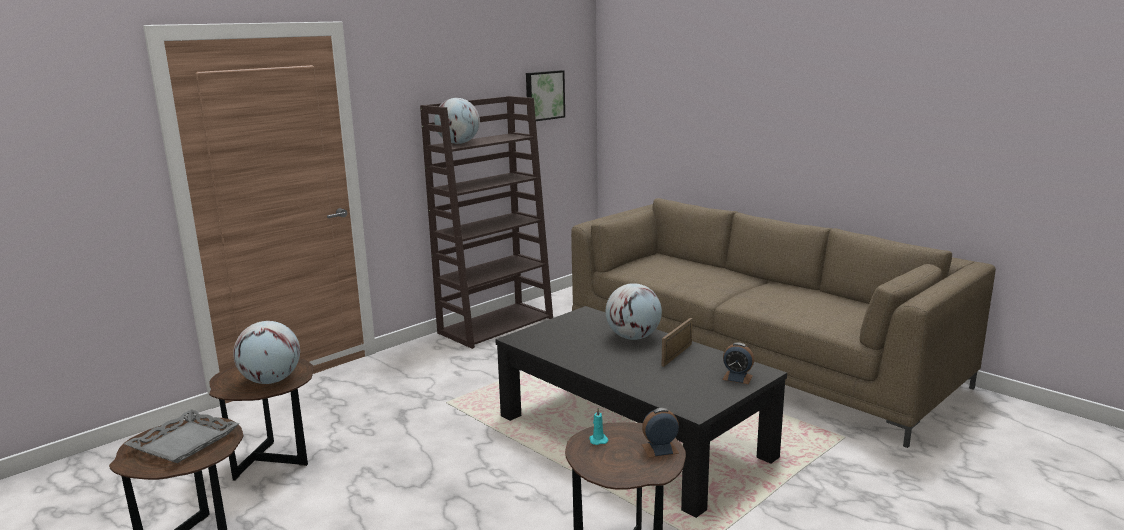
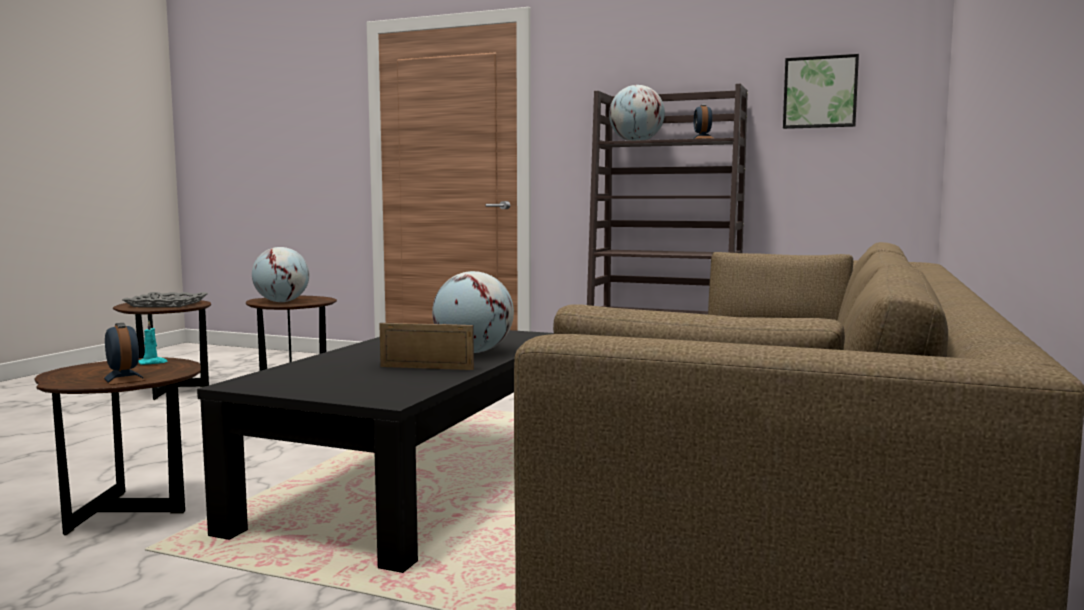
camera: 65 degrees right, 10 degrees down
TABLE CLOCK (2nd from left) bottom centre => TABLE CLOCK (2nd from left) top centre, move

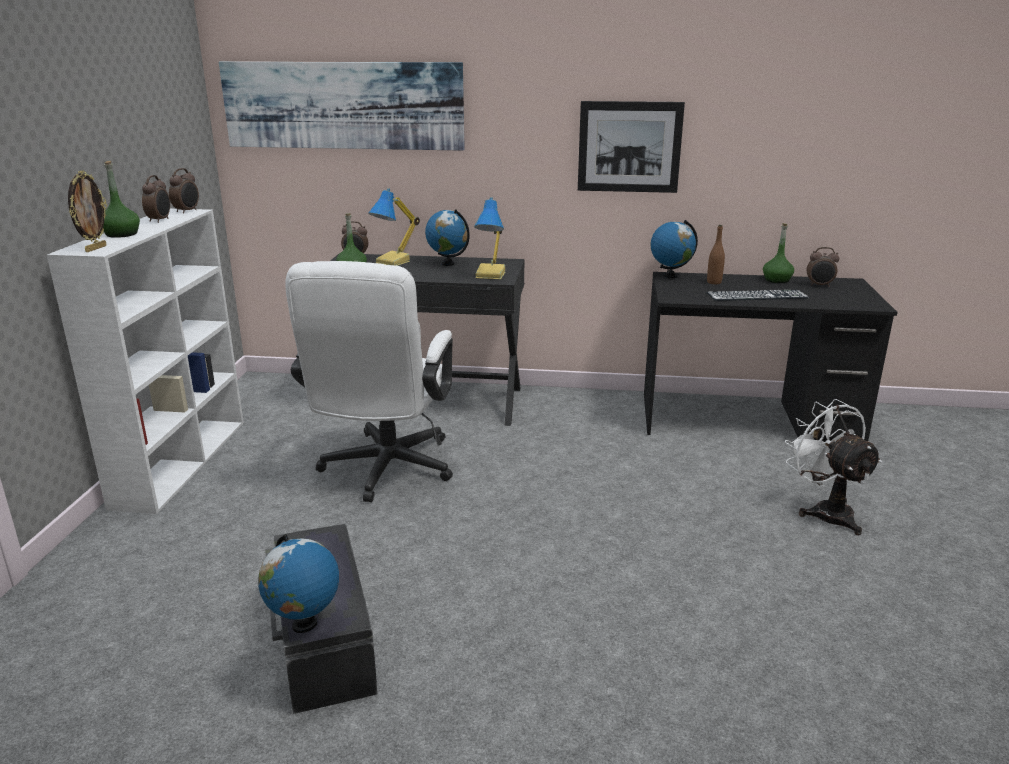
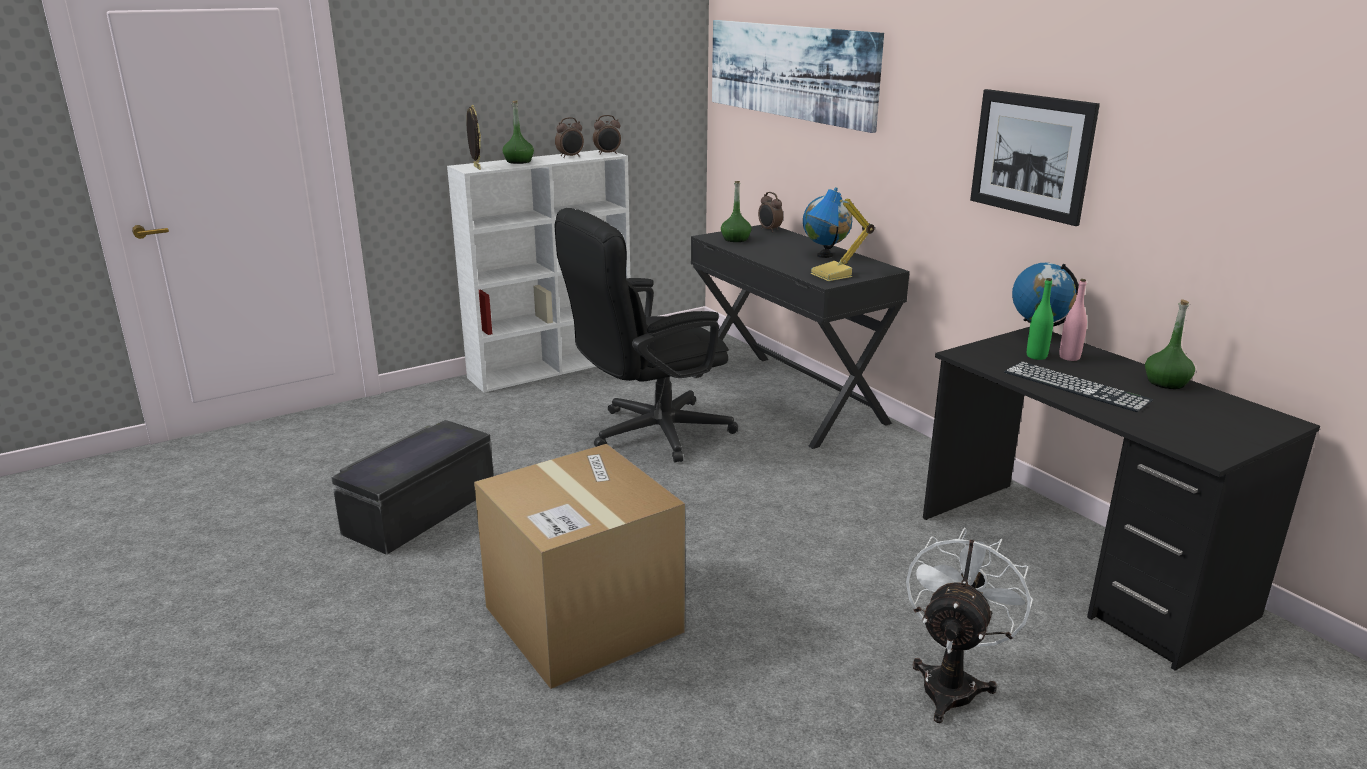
camera: 50 degrees right, 0 degrees up
PICTURE FRAME top left => PICTURE FRAME top centre, 90 degrees counterclockwise
GLOBE (1st from left) bottom left => nothing
WHITE DESK CHAIR centre => BLACKISH DESK CHAIR centre
TABLETOP LAMP (1st from left) top centre => nothing
BROWN BEVERAGE BOTTLE top right => PINK BEVERAGE BOTTLE middle right
TABLE CLOCK (4th from left) middle right => nothing
nothing => CARDBOARD BOX bottom centre
nothing => GREENISH BEVERAGE BOTTLE (3rd from left) middle right

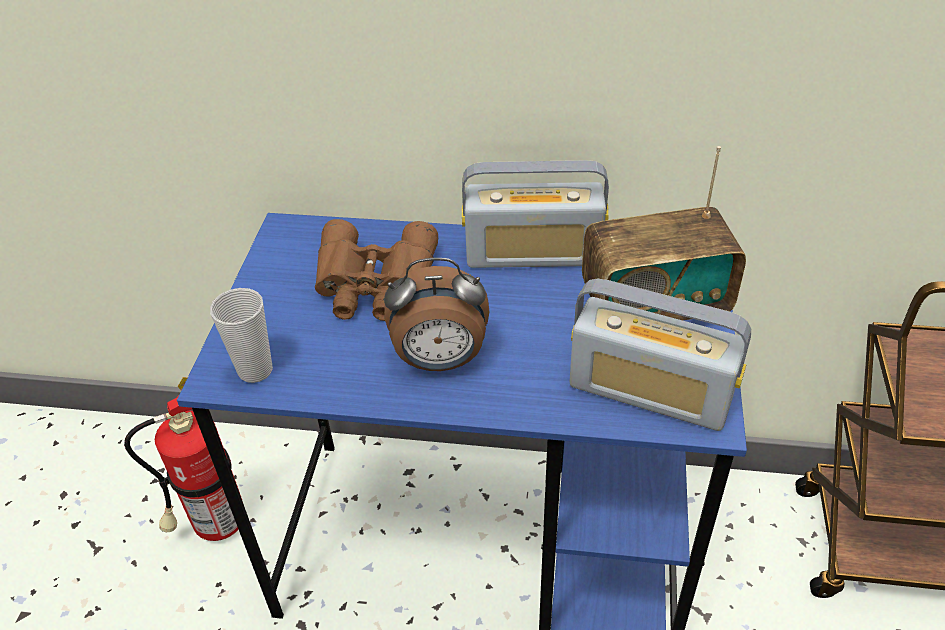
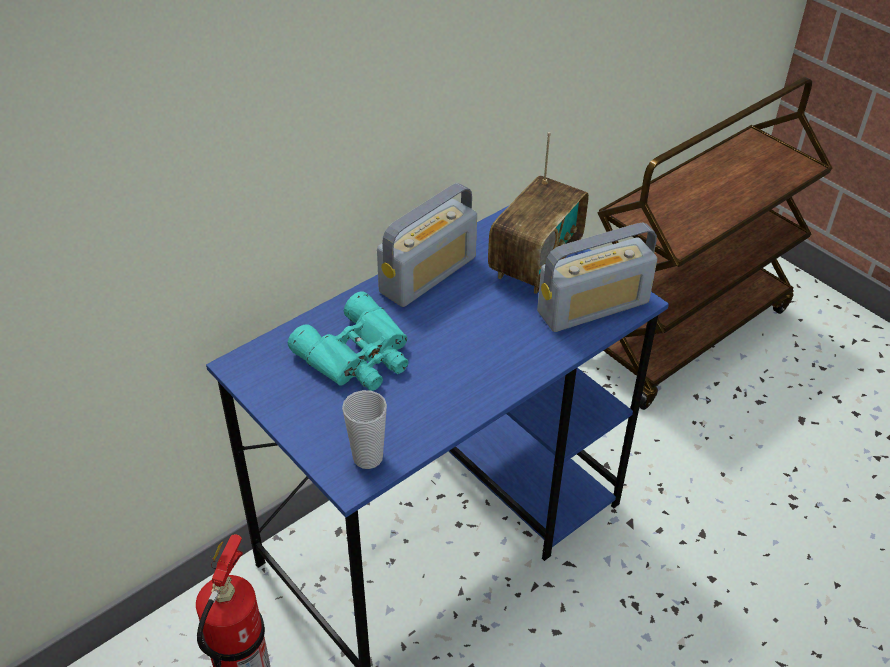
camera: 50 degrees left, 0 degrees up
BROWN BINOCULARS centre => TURQUOISE-COLOURED BINOCULARS centre
TABLE CLOCK centre => nothing

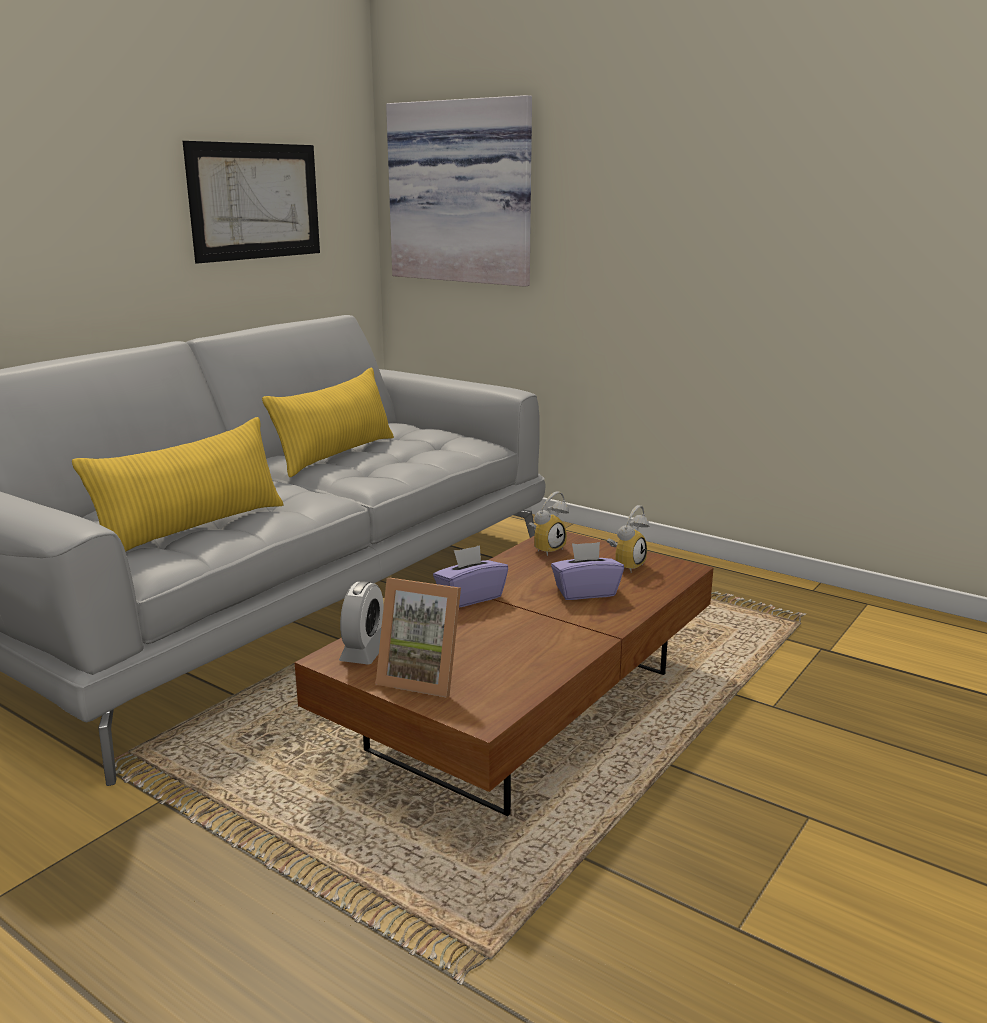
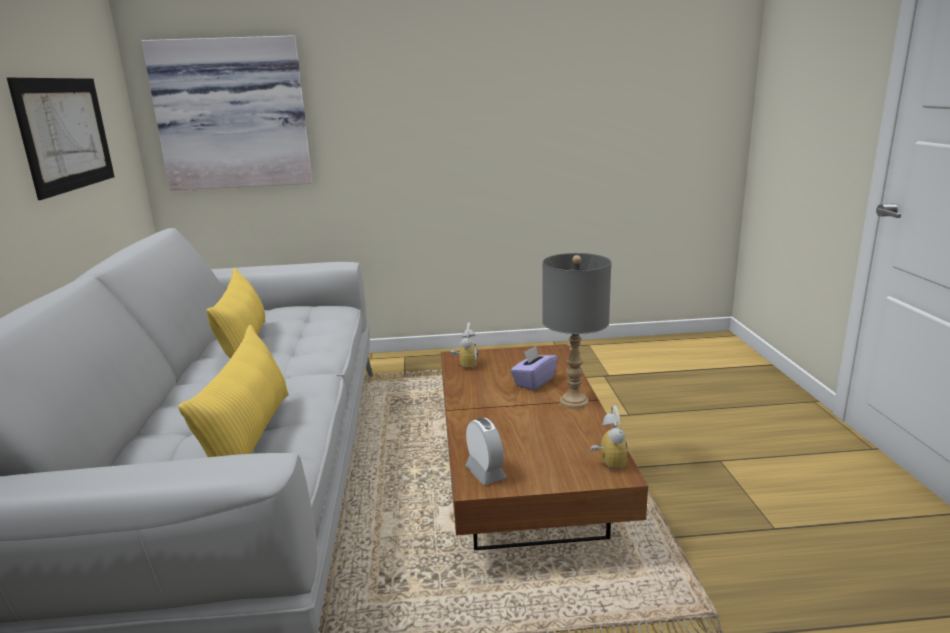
camera: 40 degrees left, 0 degrees up
PICTURE FRAME centre => nothing
PURPLE TISSUE HOLDER (1st from left) centre => nothing
TABLE CLOCK (3rd from left) centre => TABLE CLOCK (3rd from left) bottom centre, move
nothing => GREY TABLETOP LAMP centre

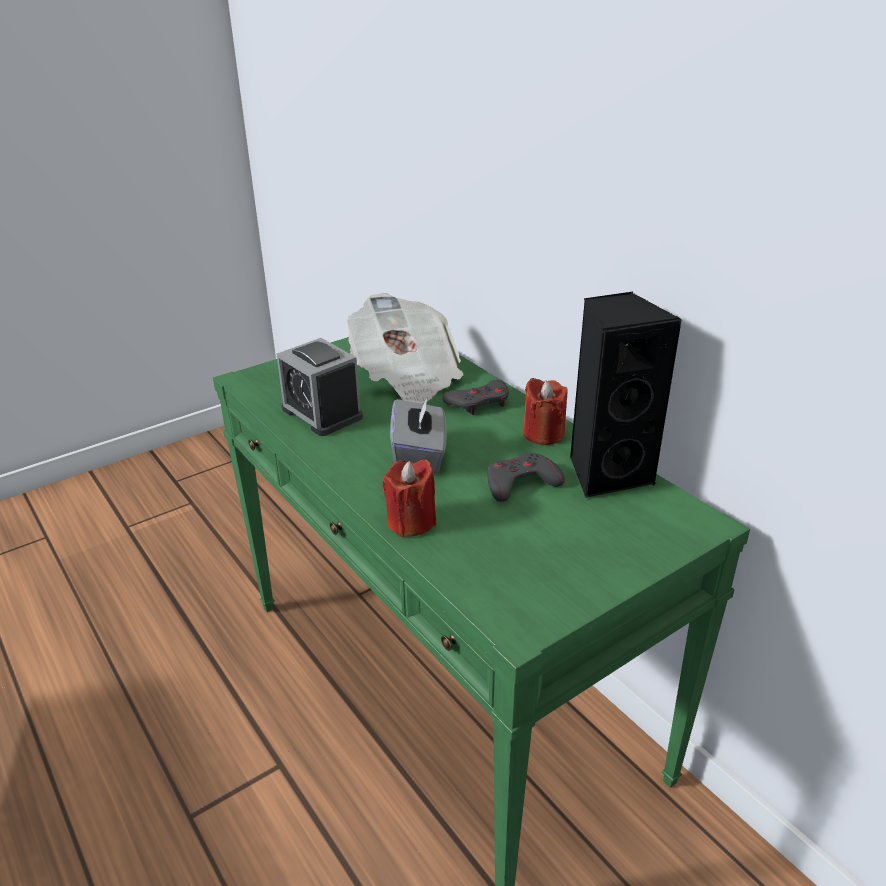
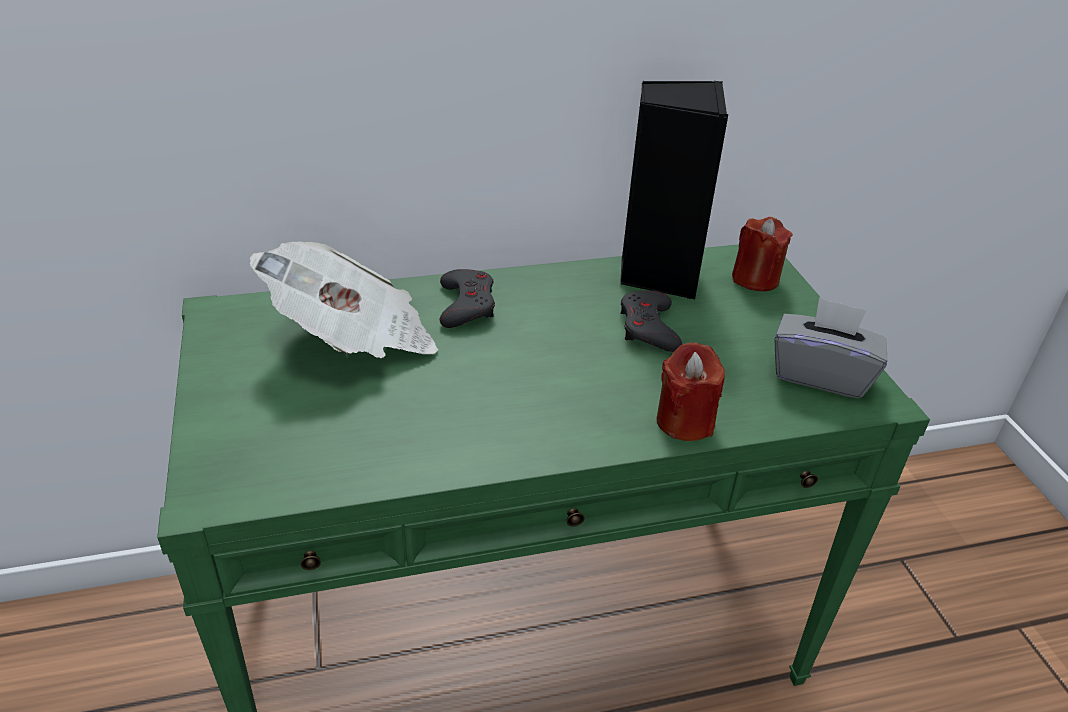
camera: 70 degrees left, 5 degrees up
TABLE CLOCK centre => nothing
GREY TISSUE HOLDER centre => GREY TISSUE HOLDER middle right, move
REDDISH WAX CANDLE (2nd from left) centre => REDDISH WAX CANDLE (2nd from left) middle right, move

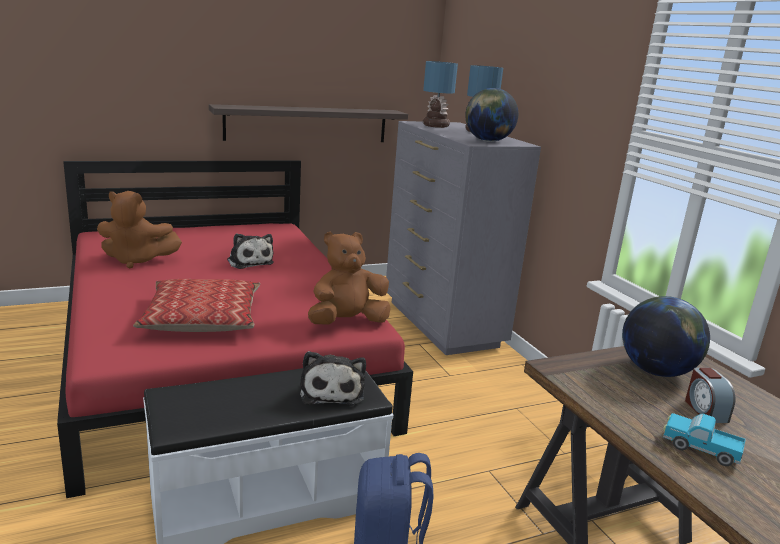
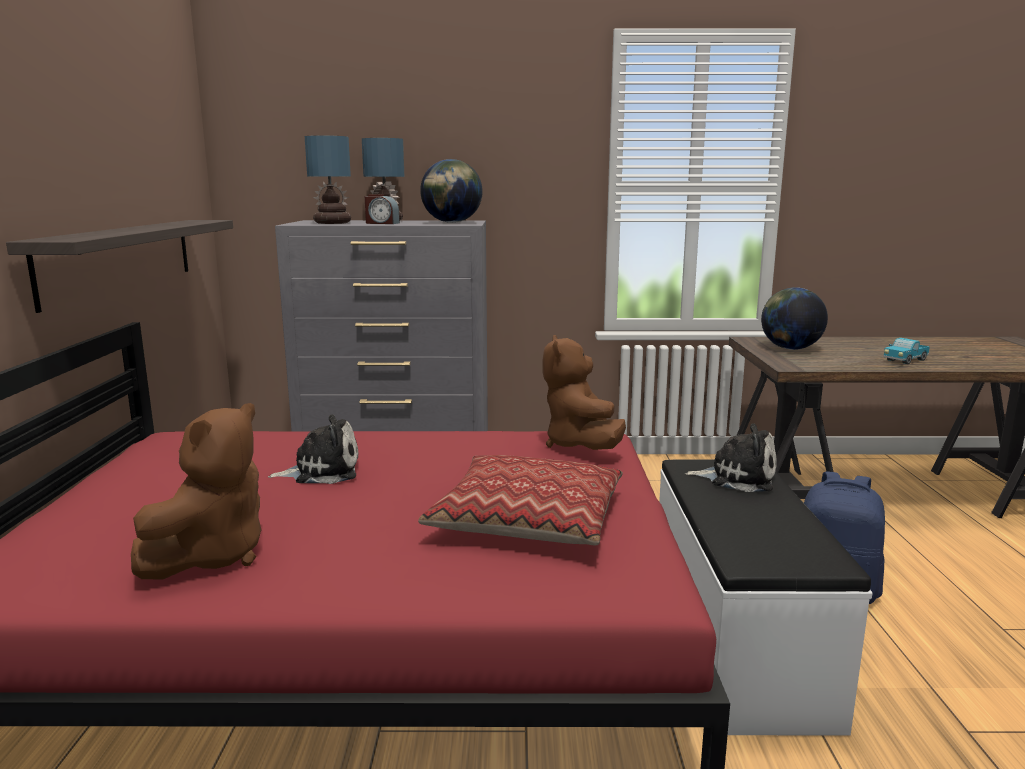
camera: 65 degrees left, 5 degrees down
TABLE CLOCK bottom right => TABLE CLOCK top centre, move

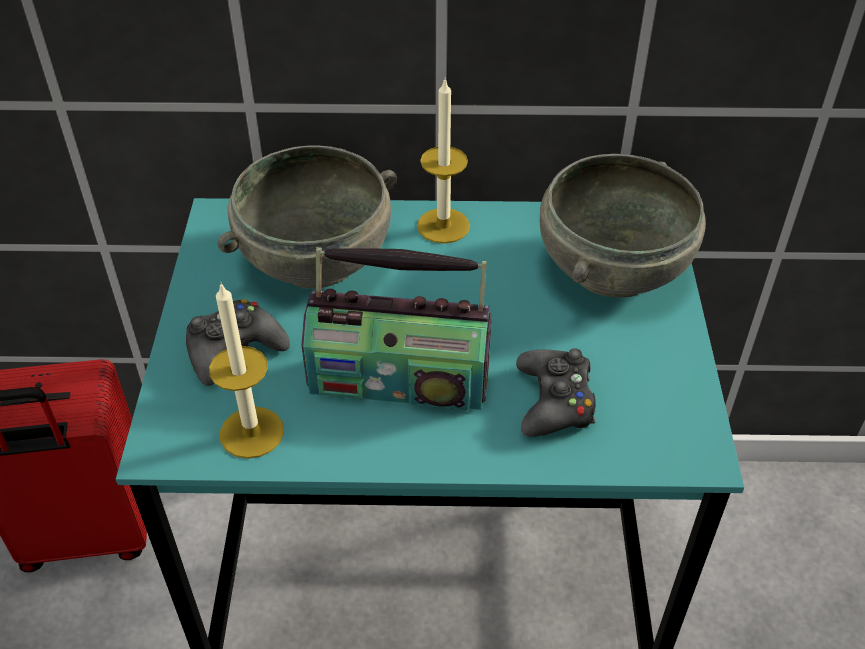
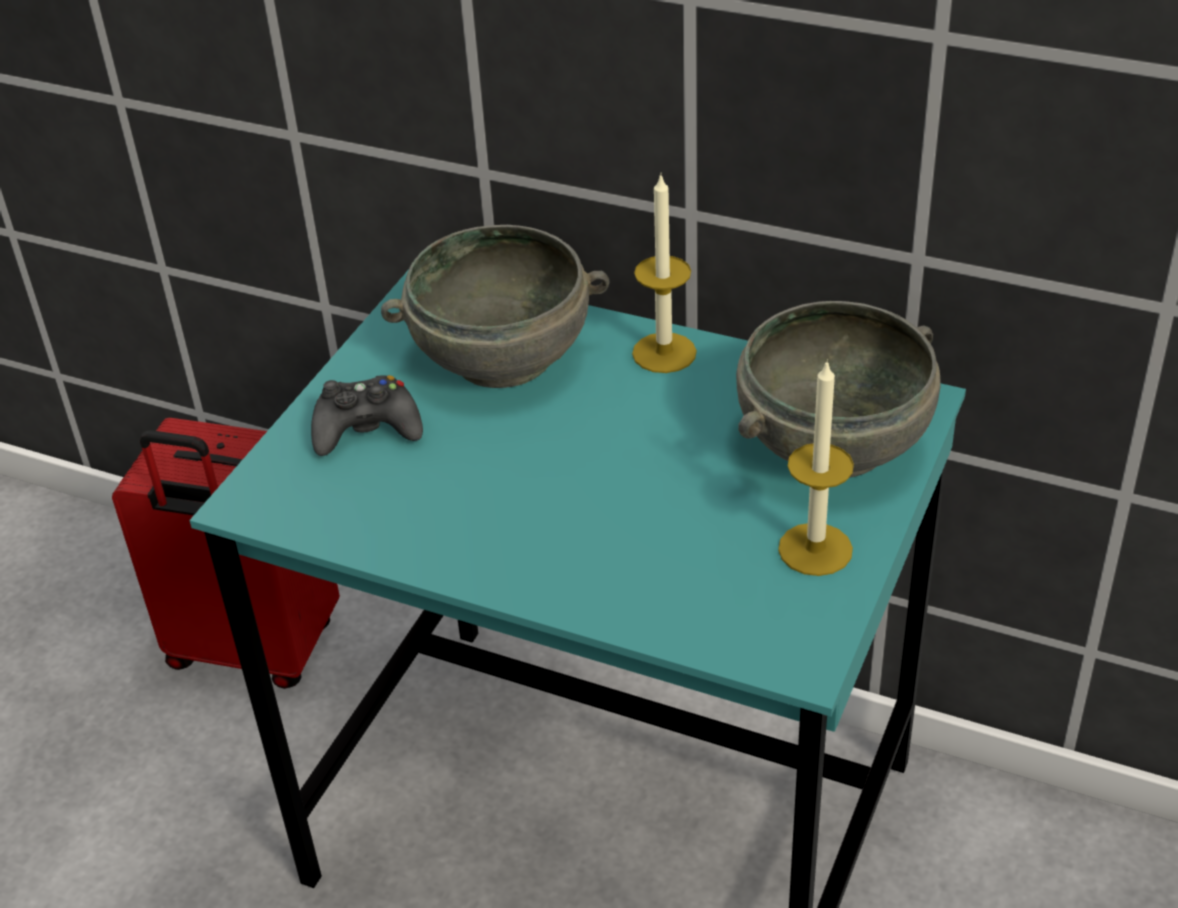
camera: 25 degrees right, 5 degrees down
WAX CANDLE (1st from left in the first image) middle left => WAX CANDLE (2nd from left) middle right, move
RADIO SET centre => nothing
BLACKISH GAMEPAD (2nd from left) centre => nothing

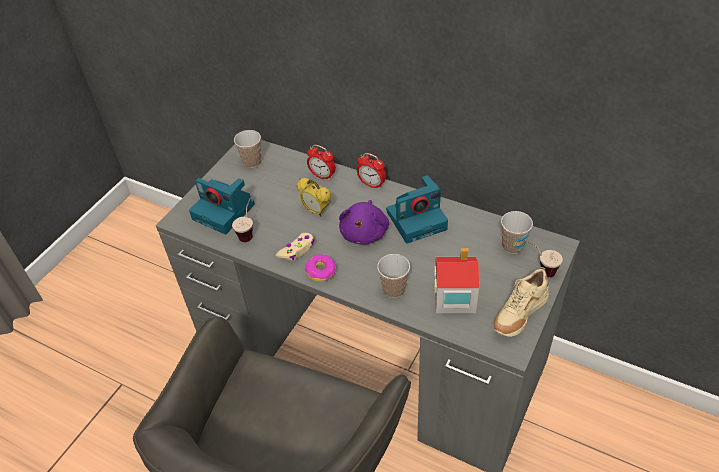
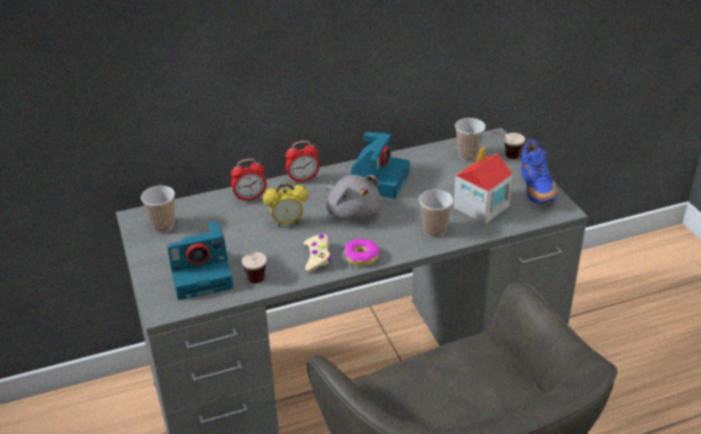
camera: 50 degrees left, 10 degrees down
PURPLE CUDDLY TOY centre => GREY CUDDLY TOY centre
BEIGE-COLOURED SHOE middle right => BLUE SHOE middle right

